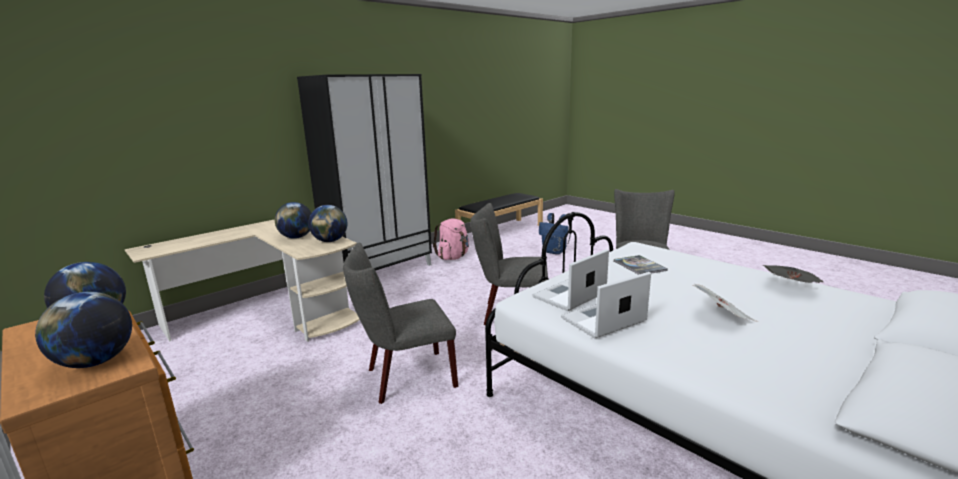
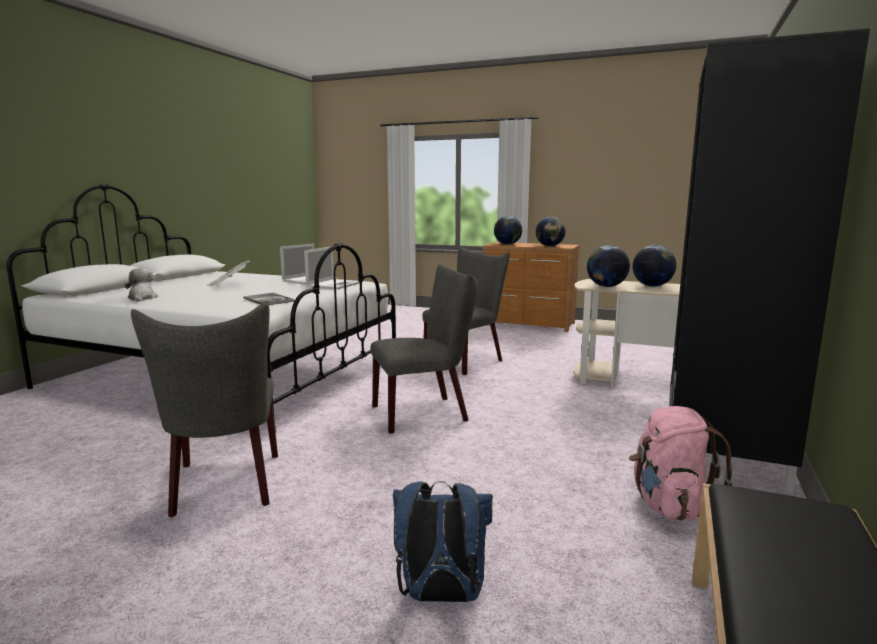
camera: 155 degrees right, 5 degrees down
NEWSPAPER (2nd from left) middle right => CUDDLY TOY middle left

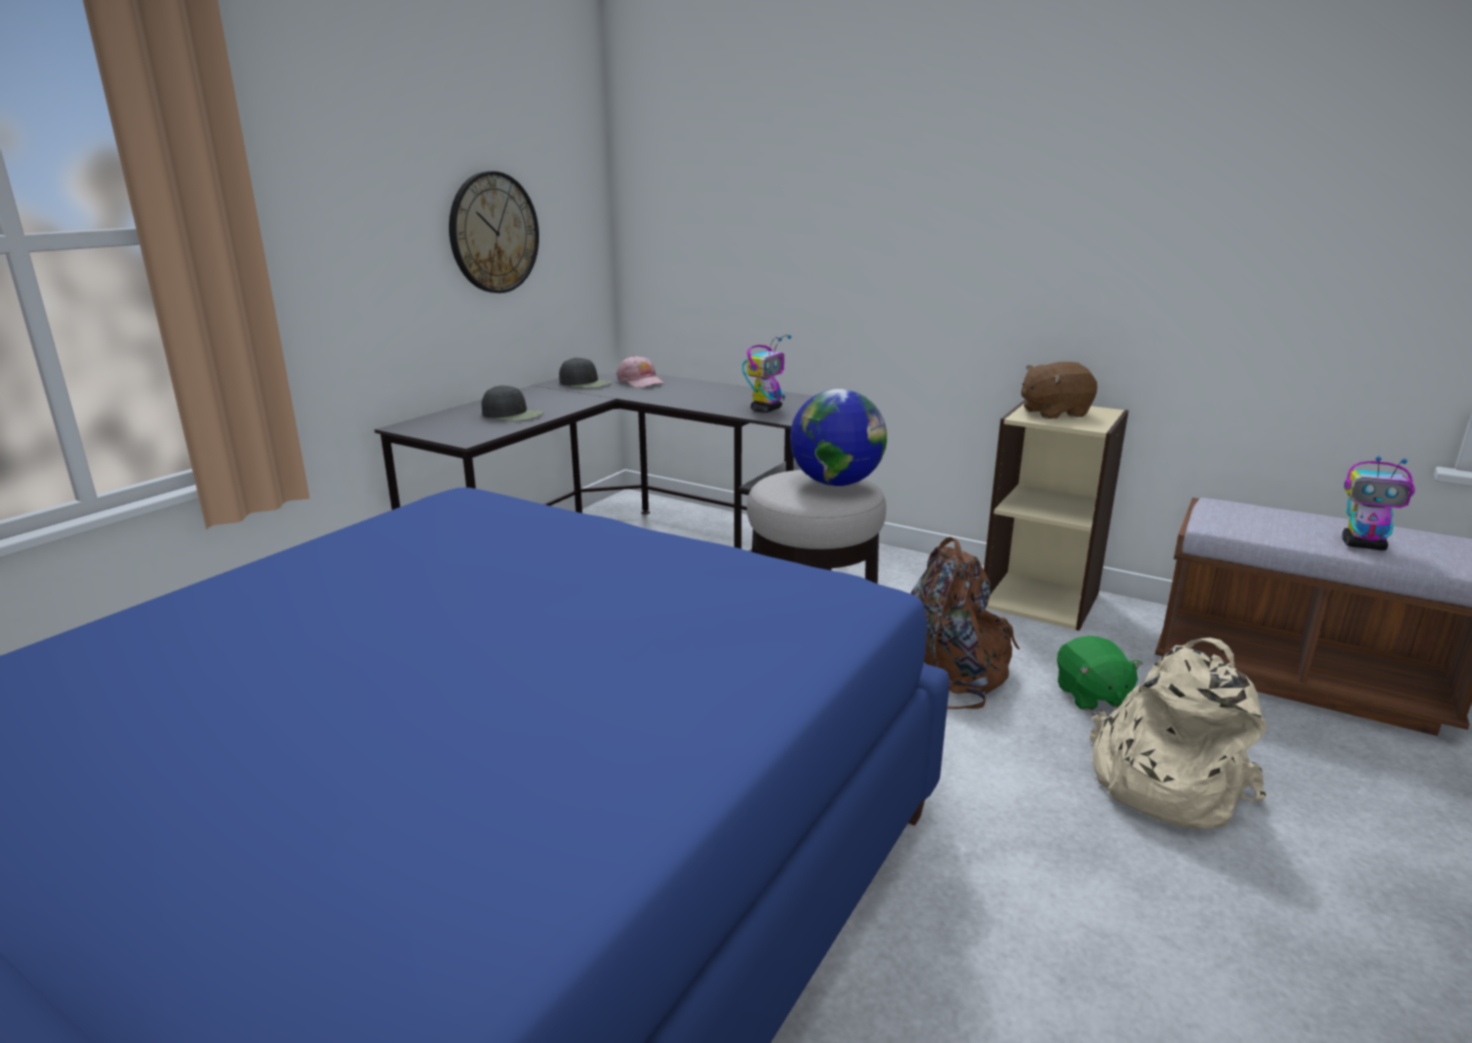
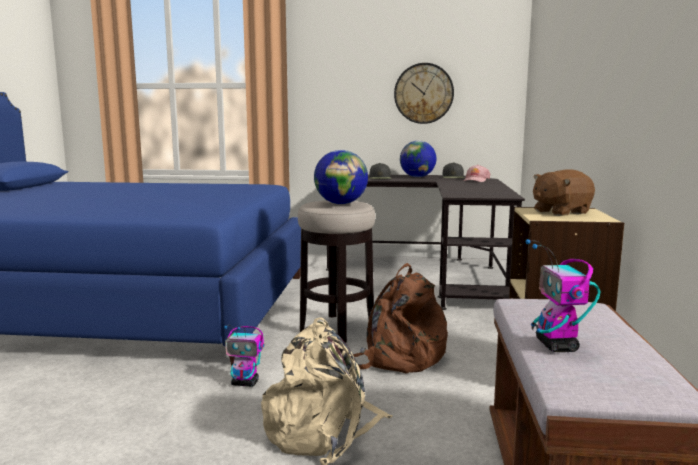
camera: 65 degrees right, 10 degrees down
TOY ROBOT (1st from left) centre => TOY ROBOT (1st from left) bottom centre, move
BROWN CUDDLY TOY middle right, 75 degrees counterclockwise
GREENISH CUDDLY TOY middle right => nothing
nothing => GLOBE (2nd from left) centre

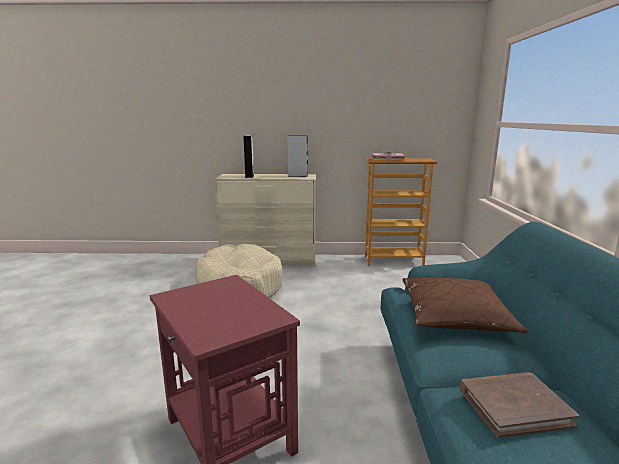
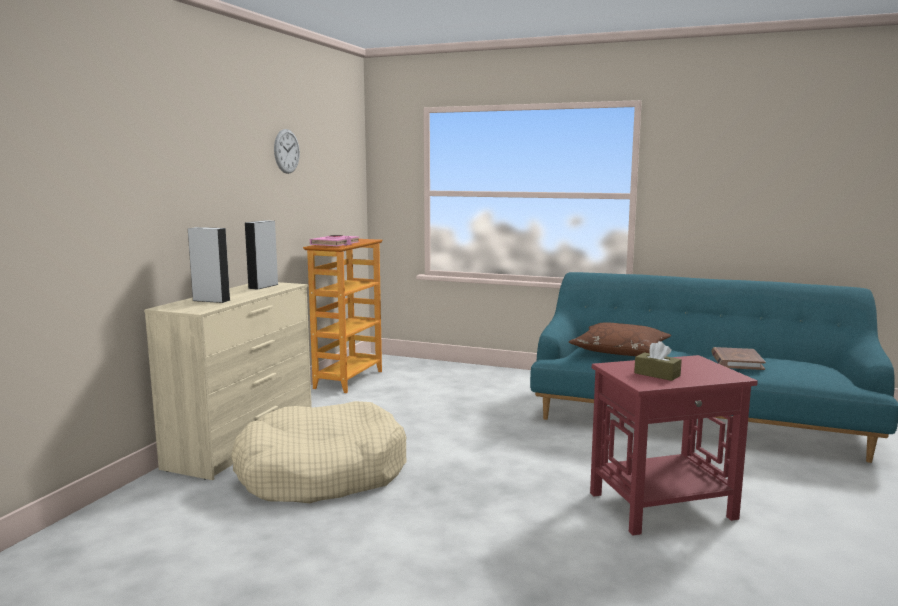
camera: 70 degrees left, 5 degrees down
nothing => HANGING CLOCK top left
nothing => BROWN TISSUE HOLDER middle right

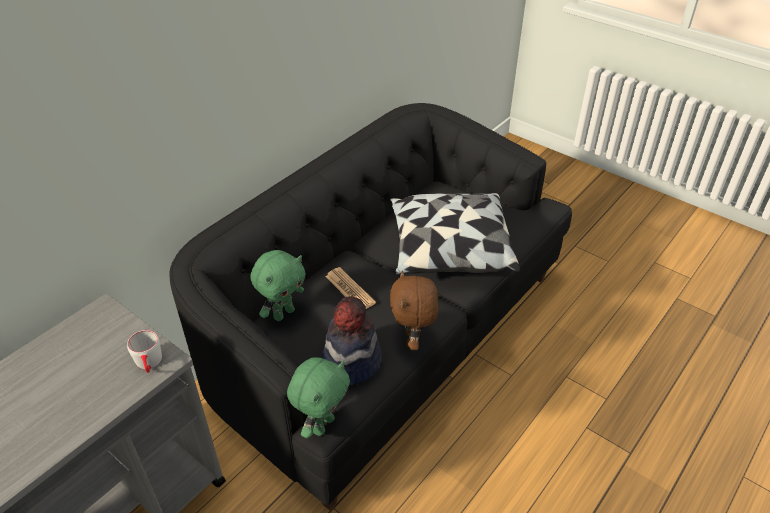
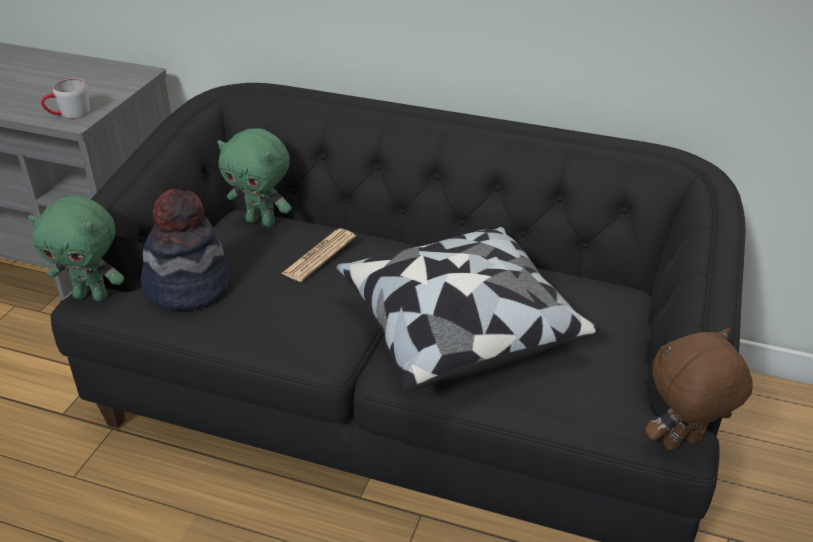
camera: 70 degrees right, 5 degrees down
BROWN CUDDLY TOY centre => BROWN CUDDLY TOY bottom right, move

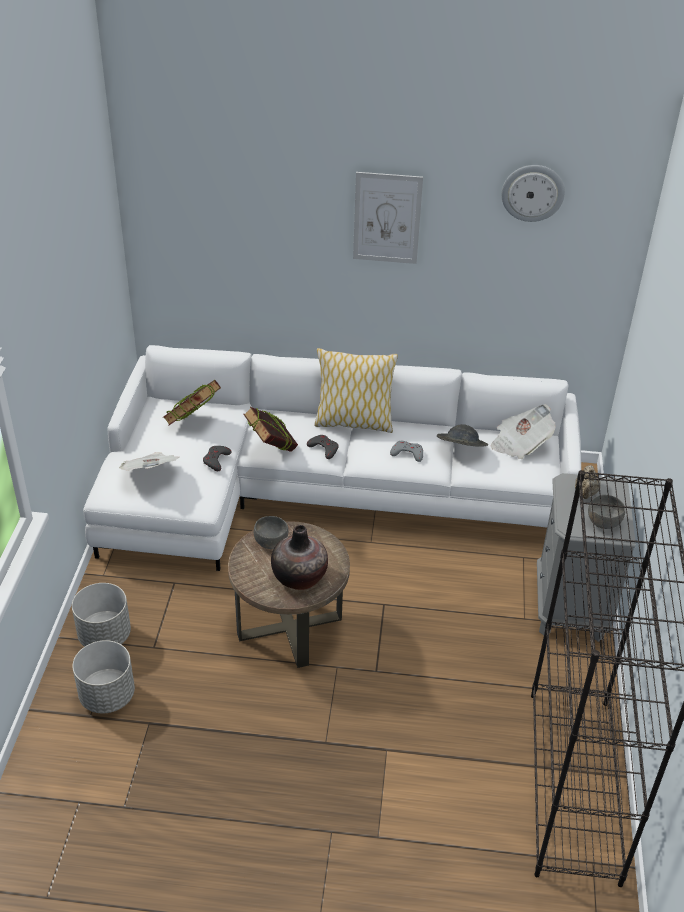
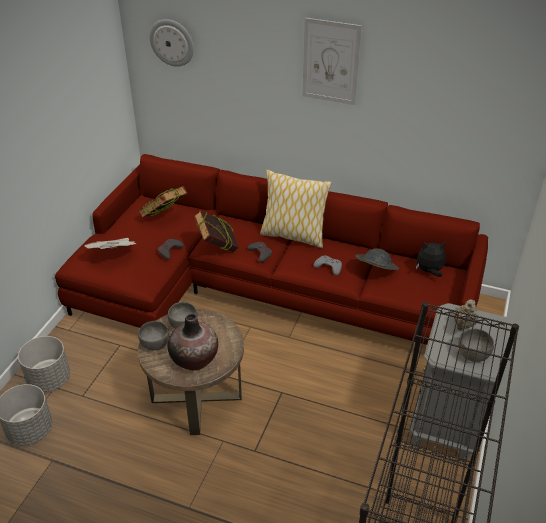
camera: 15 degrees right, 0 degrees up
WHITE COUCH centre => REDDISH COUCH centre
NEWSPAPER (2nd from left) middle right => CUDDLY TOY middle right
HANGING CLOCK top right => HANGING CLOCK top left, move
nothing => GREY DEEP DISH (1st from left) middle left

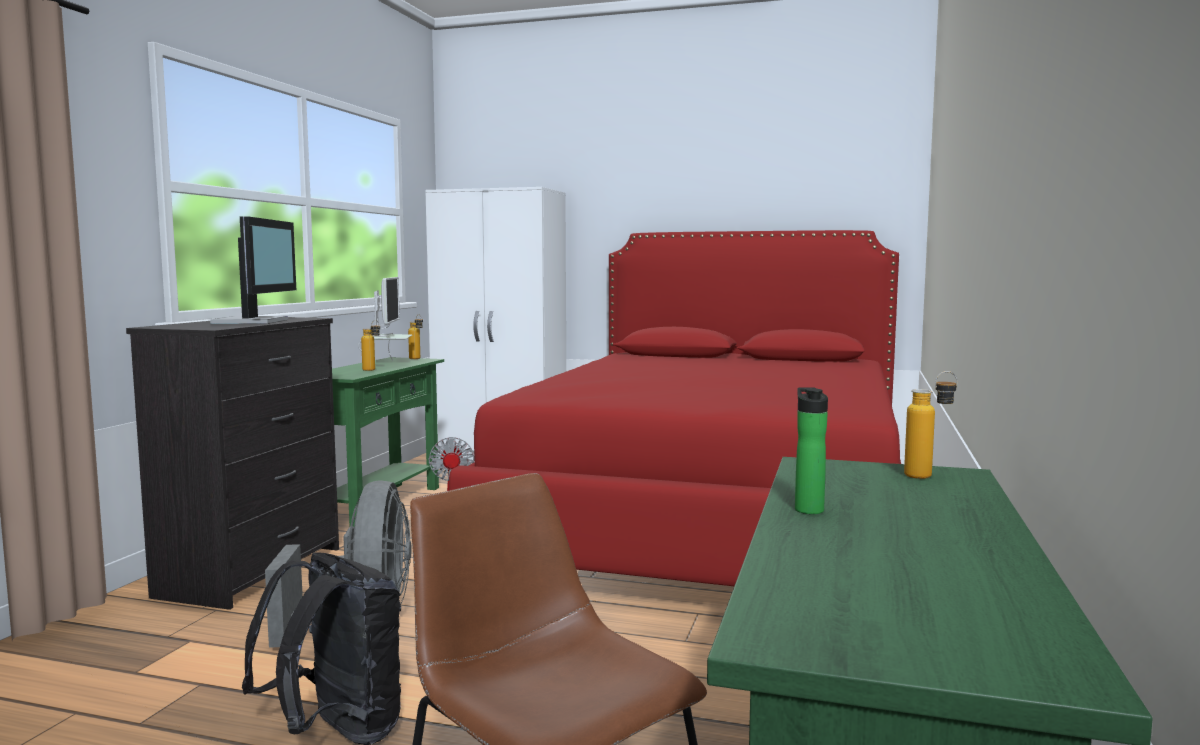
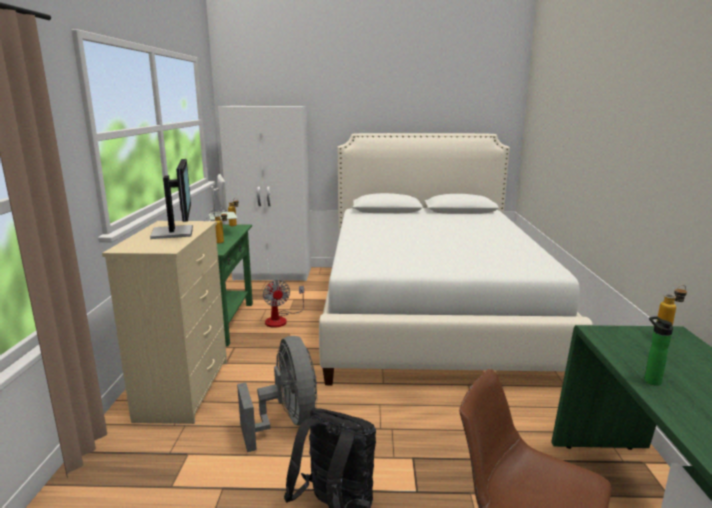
camera: 15 degrees left, 10 degrees up
BLACKISH DRESSER middle left => BEIGE-COLOURED DRESSER middle left
REDDISH BED centre => WHITE BED centre

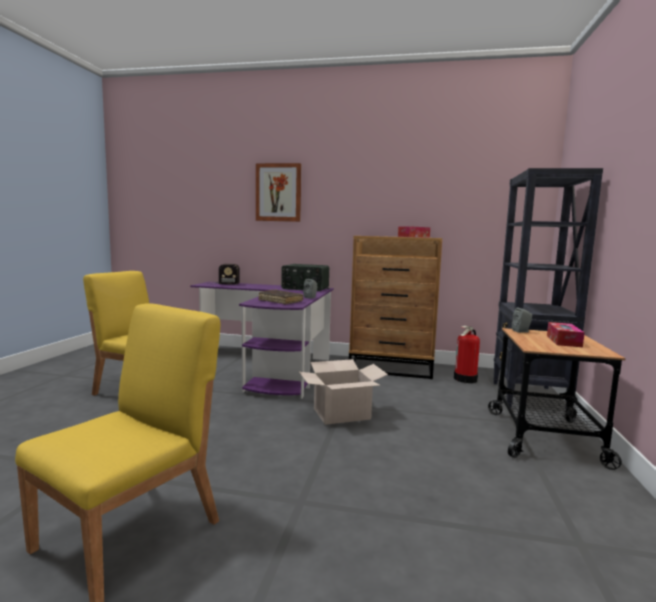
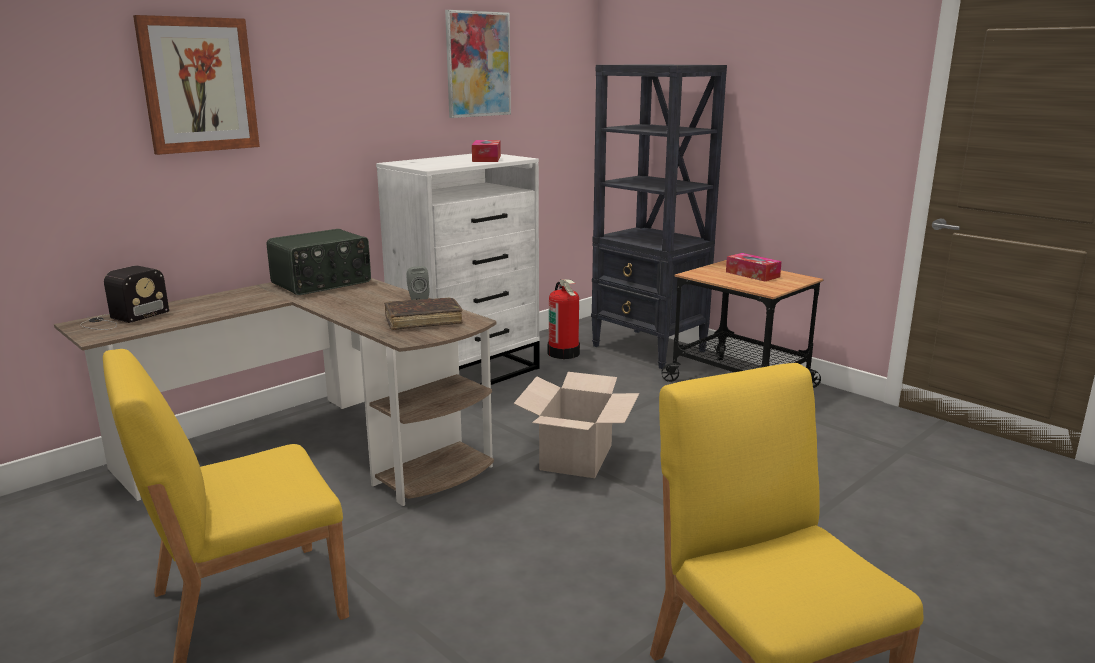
camera: 55 degrees left, 10 degrees up
PURPLE DESK TABLE centre => BROWN DESK TABLE middle left
BROWN DRESSER centre => WHITE DRESSER centre
GREY SPEAKER (2nd from left) middle right => nothing
nothing => WALL PICTURE (2nd from left) top centre

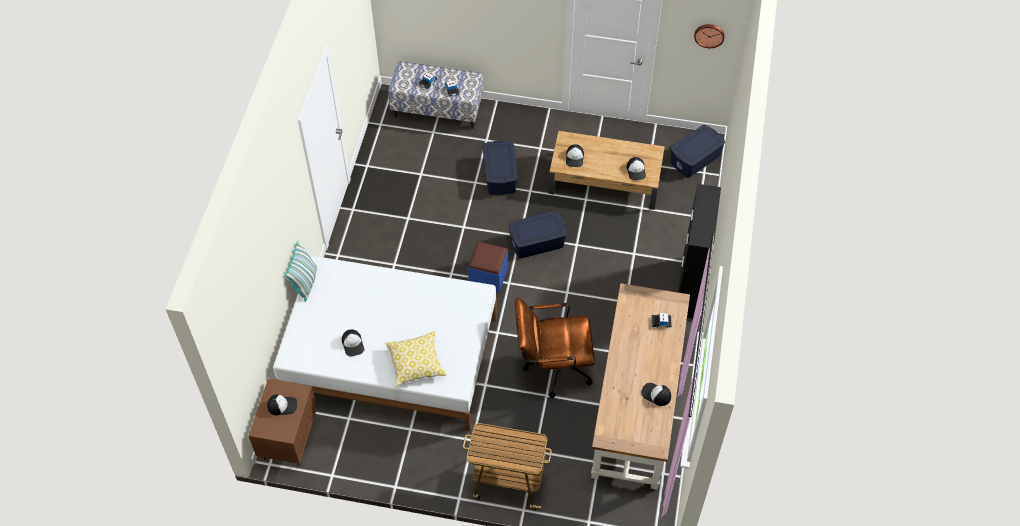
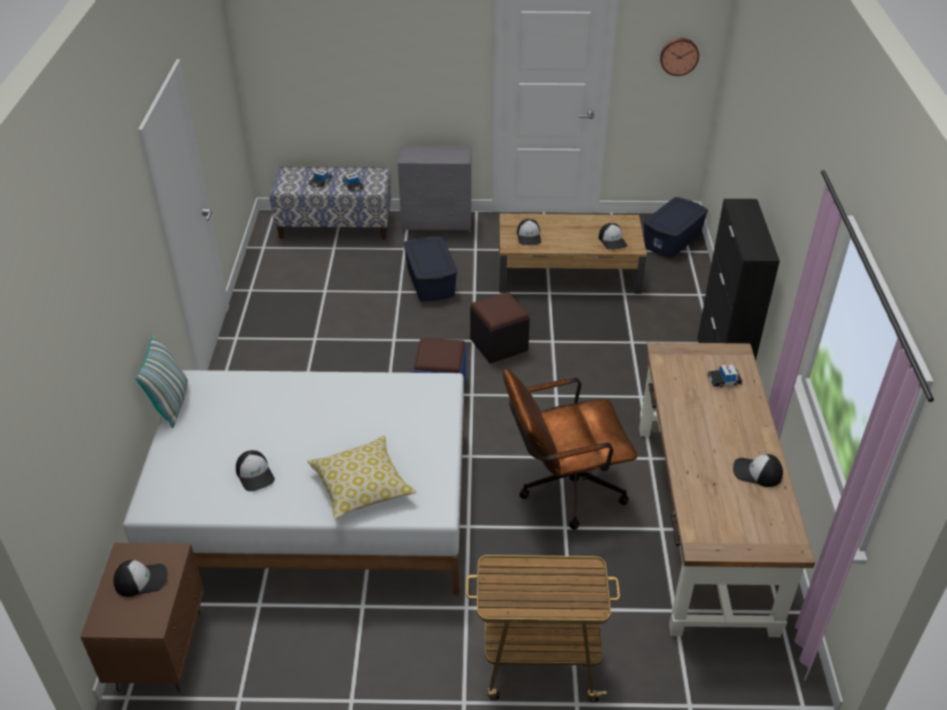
camera: 10 degrees left, 15 degrees down
BLUE STORAGE BIN (2nd from left) centre => BLACKISH POUFFE centre
nothing => GREY DRESSER top centre

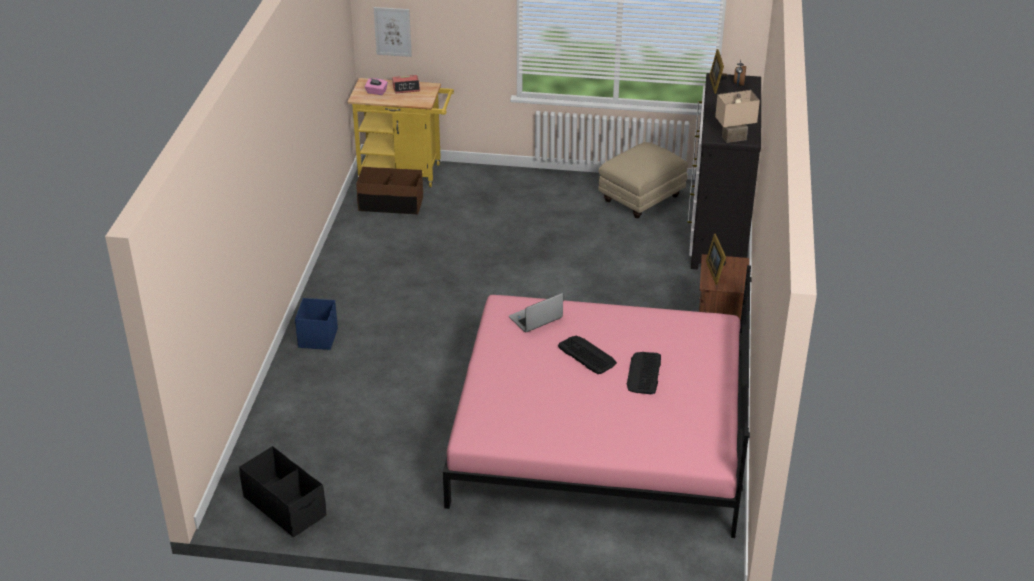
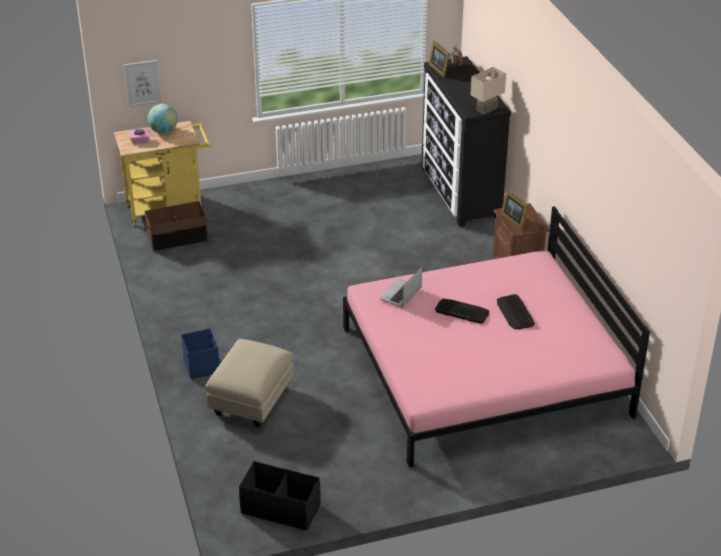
camera: 25 degrees left, 0 degrees up
TABLE CLOCK (1st from left) top centre => GLOBE top left
BEIGE-COLOURED POUFFE top centre => BEIGE-COLOURED POUFFE bottom centre, move

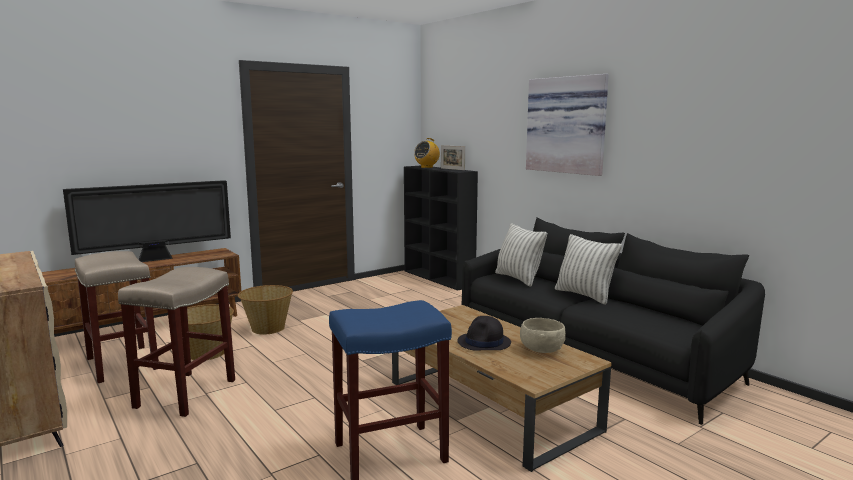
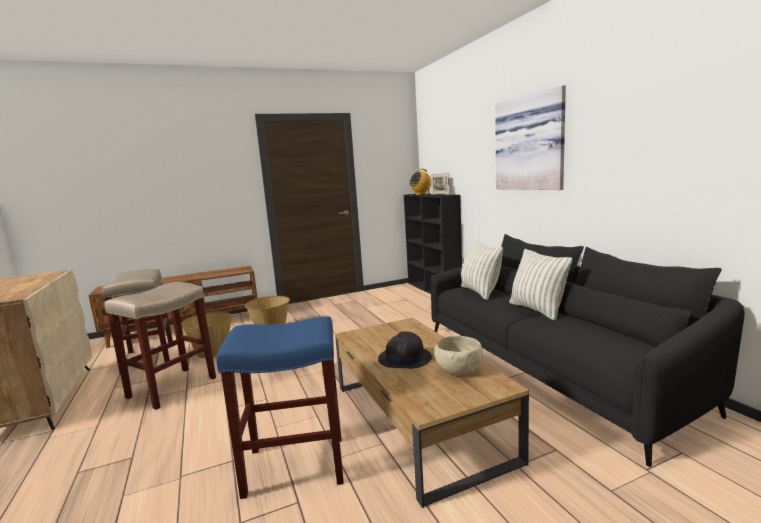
camera: 15 degrees right, 0 degrees up
TV SET middle left => nothing

